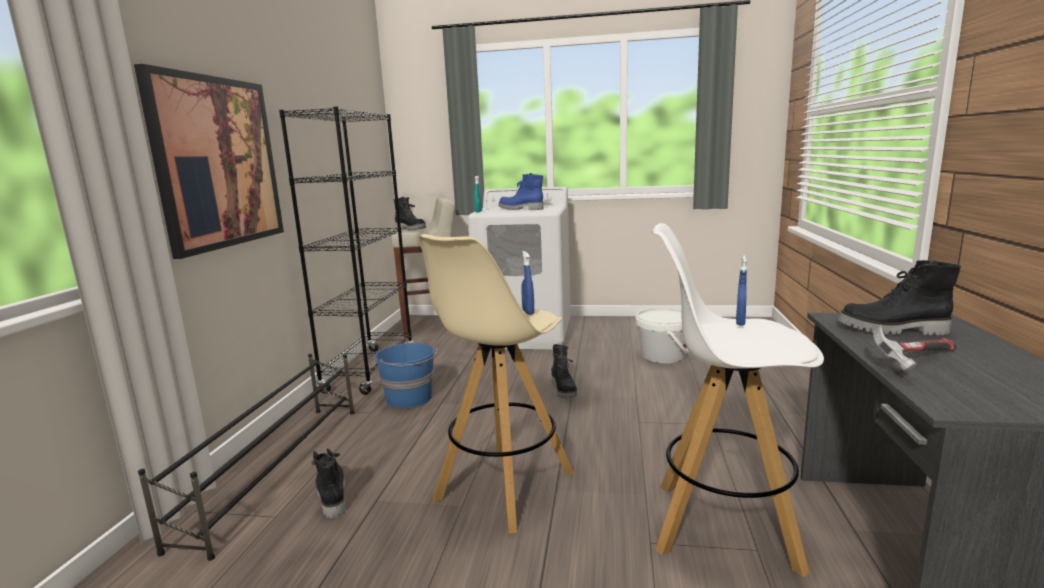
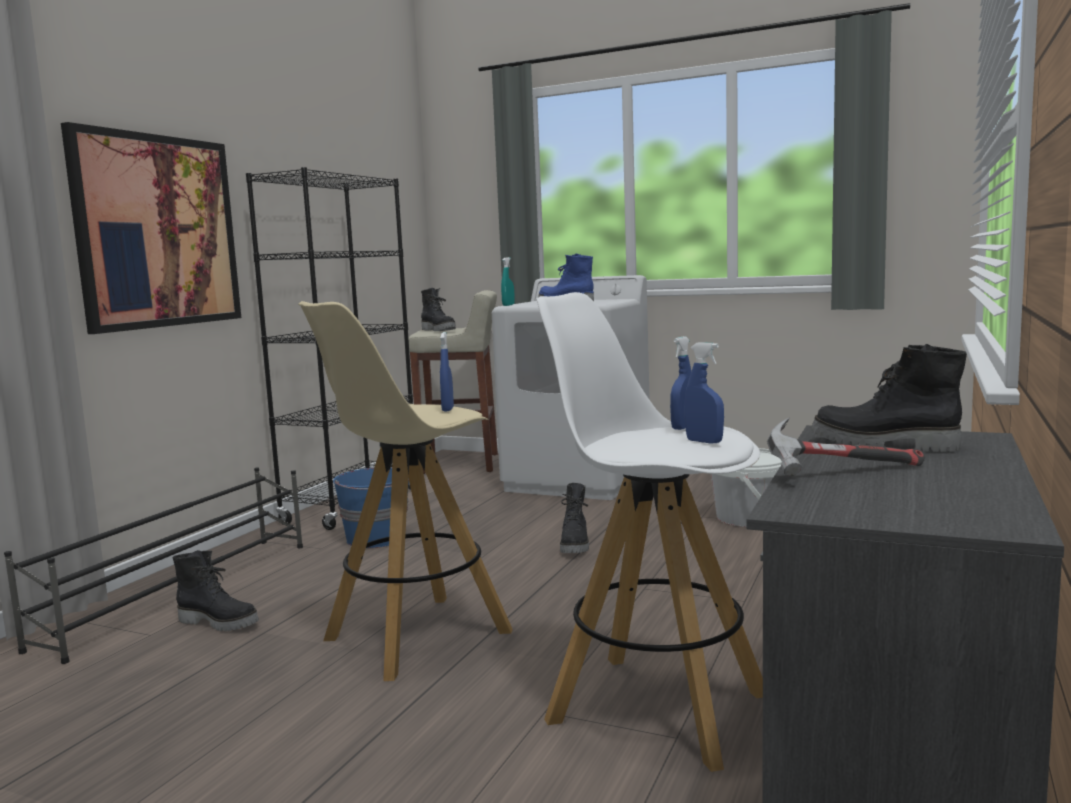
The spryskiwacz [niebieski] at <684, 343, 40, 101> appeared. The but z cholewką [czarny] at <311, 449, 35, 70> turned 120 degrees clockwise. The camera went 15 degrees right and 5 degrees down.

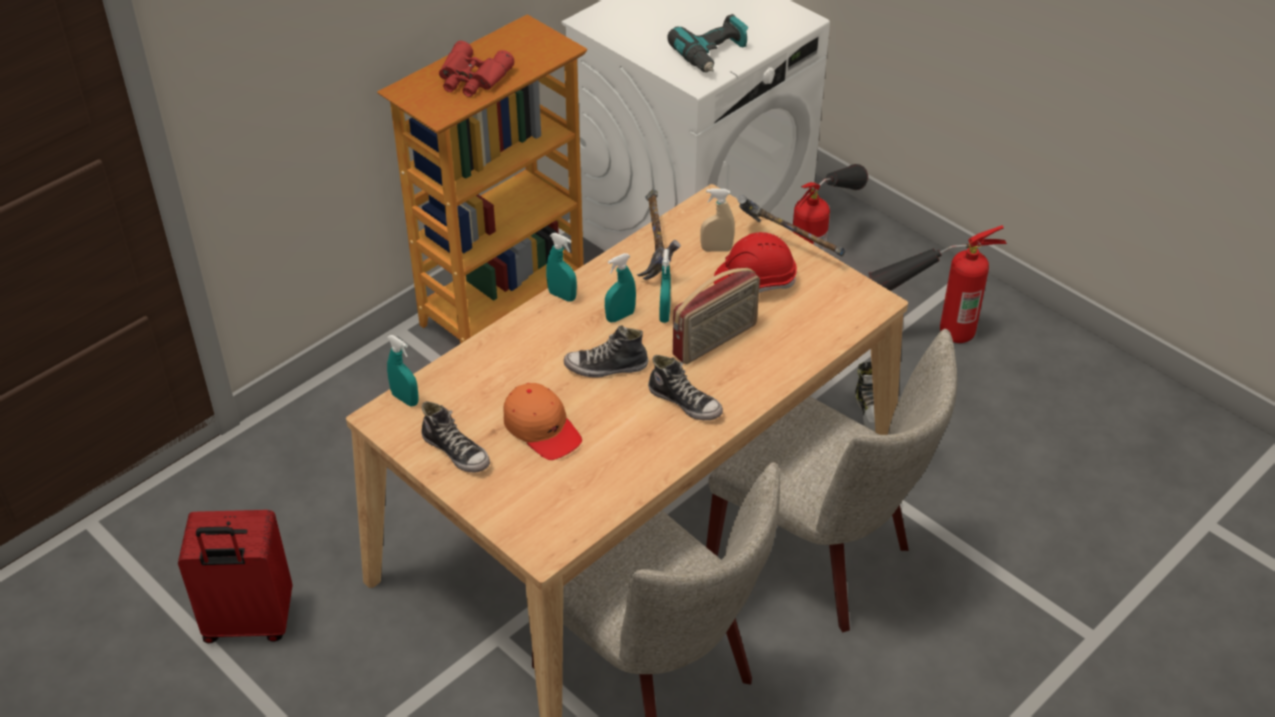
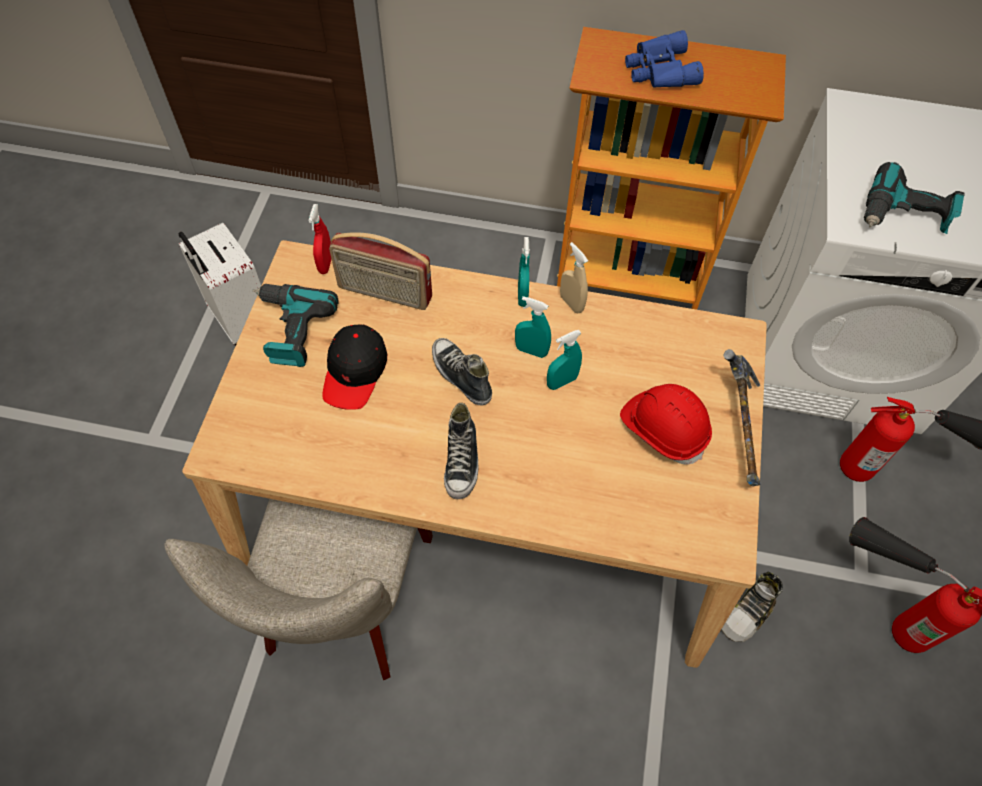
The młotek at <637, 189, 44, 91> disappeared. The krzesło [beżowy] at <706, 329, 251, 303> disappeared. The radio moved from <673, 267, 87, 97> to <329, 232, 103, 78>. The spryskiwacz [beżowy] moved from <700, 189, 35, 63> to <560, 242, 28, 71>. The but at <421, 401, 69, 71> was replaced by the wiertarka at <252, 284, 87, 83>. The walizka [czerwony] at <178, 510, 115, 133> became the walizka [biały] at <179, 223, 82, 122>. The spryskiwacz [turkusowy] at <387, 335, 32, 72> became the spryskiwacz [czerwony] at <308, 204, 23, 70>. The lornetka [czerwony] at <439, 41, 75, 56> became the lornetka [niebieski] at <625, 30, 79, 58>. The czapka z daszkiem [pomarańczowy] at <504, 383, 78, 77> became the czapka z daszkiem [czarny] at <322, 324, 65, 86>. The camera went 55 degrees right and 15 degrees up.

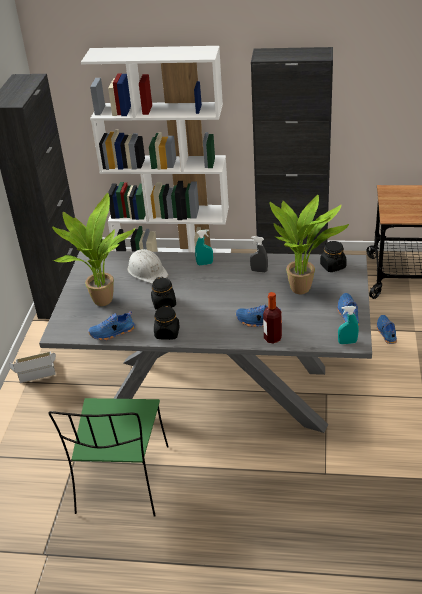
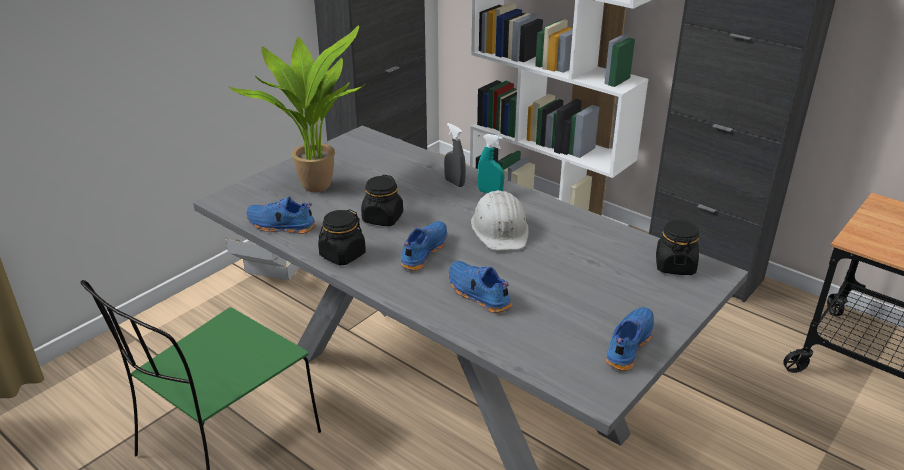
The butelka at <263, 292, 19, 51> disappeared. The roślina doniczkowa at <270, 195, 79, 99> disappeared. The spryskiwacz [turkusowy] at <338, 306, 21, 39> disappeared. The kask [biały] moved from <127, 249, 41, 35> to <471, 190, 58, 61>. The spryskiwacz [szary] moved from <250, 236, 18, 37> to <444, 123, 22, 64>. The but [niebieski] moved from <377, 315, 20, 29> to <401, 221, 46, 50>. The camera went 30 degrees right and 5 degrees down.

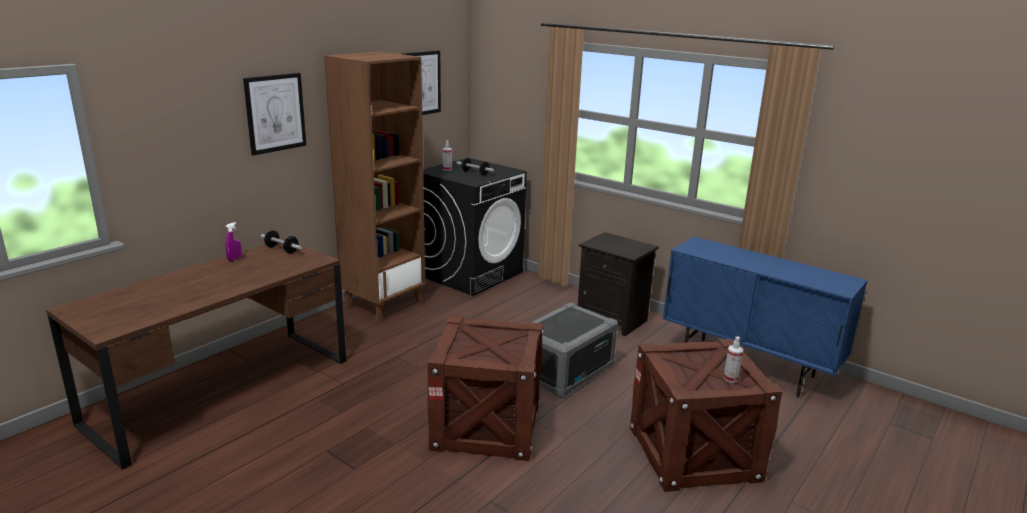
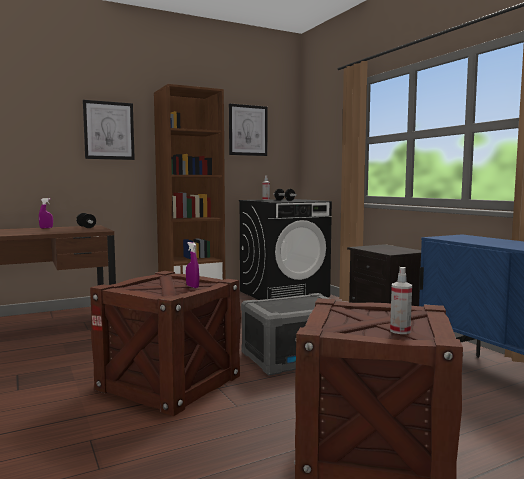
The spryskiwacz [fioletowy] at <186, 242, 13, 46> appeared. The camera went 25 degrees right and 15 degrees down.

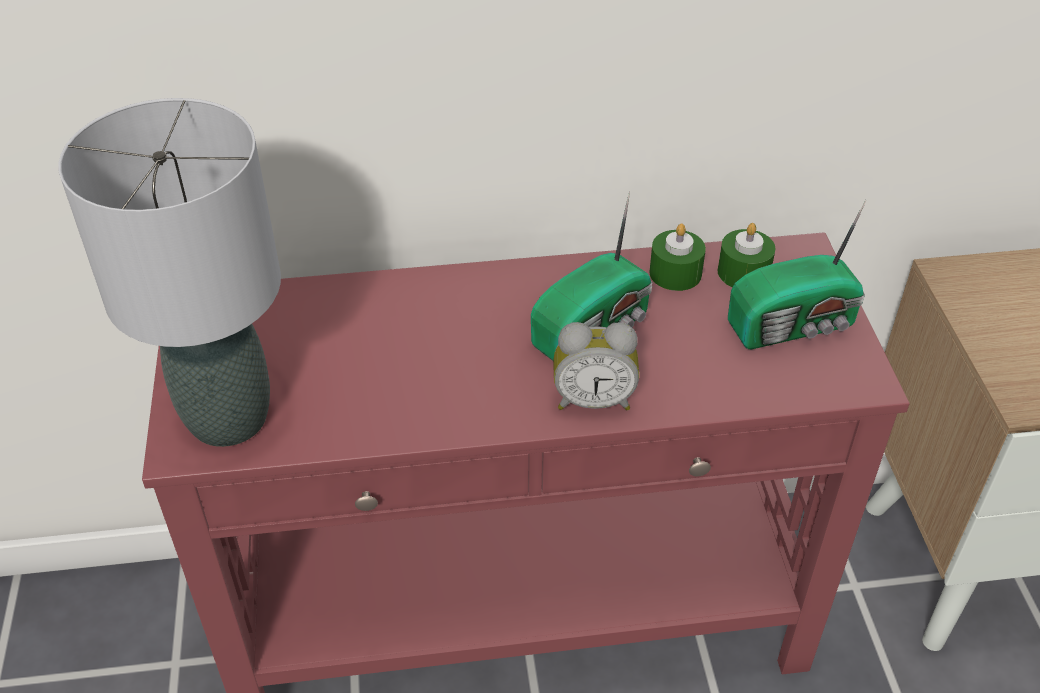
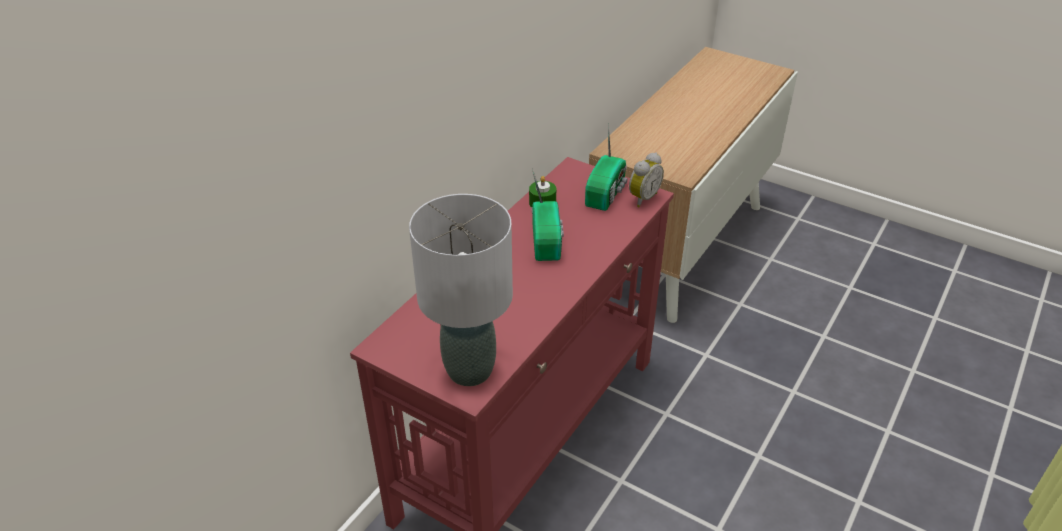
The świeca [zielony] at <718, 223, 57, 64> disappeared. The budzik moved from <553, 322, 86, 88> to <629, 152, 35, 55>. The camera went 50 degrees left and 5 degrees down.

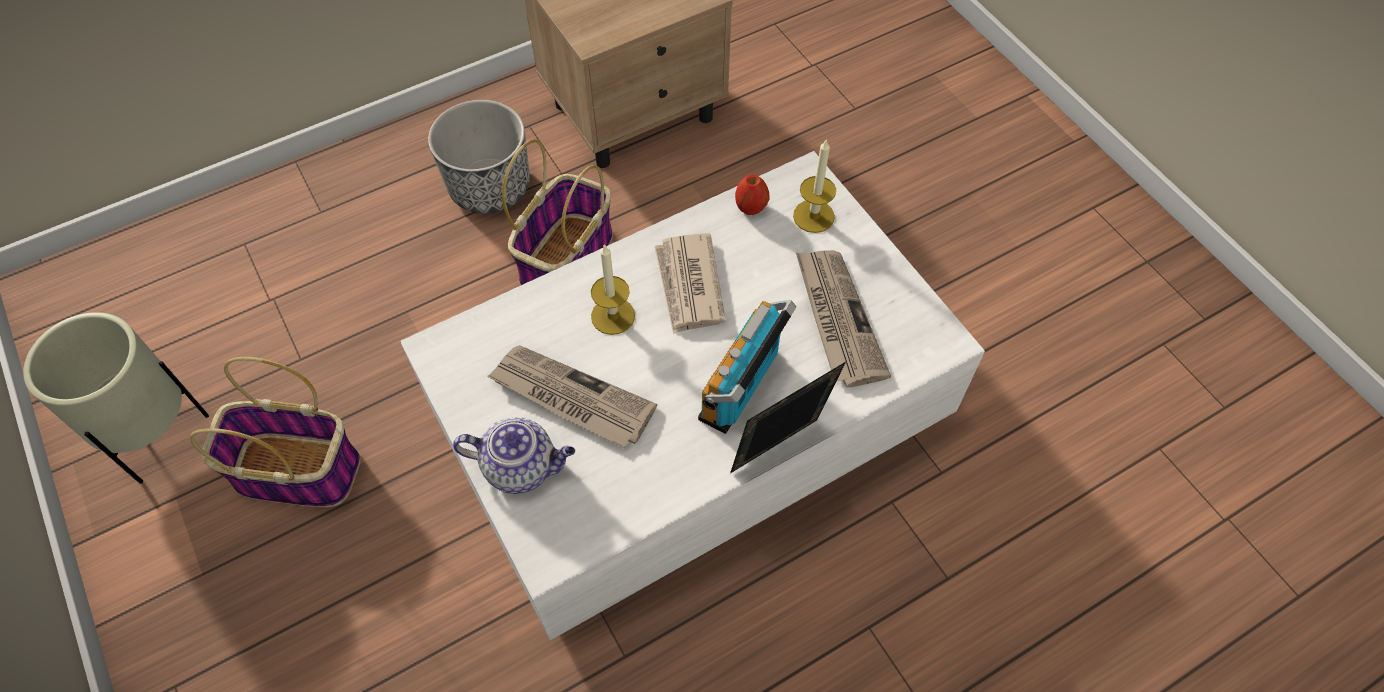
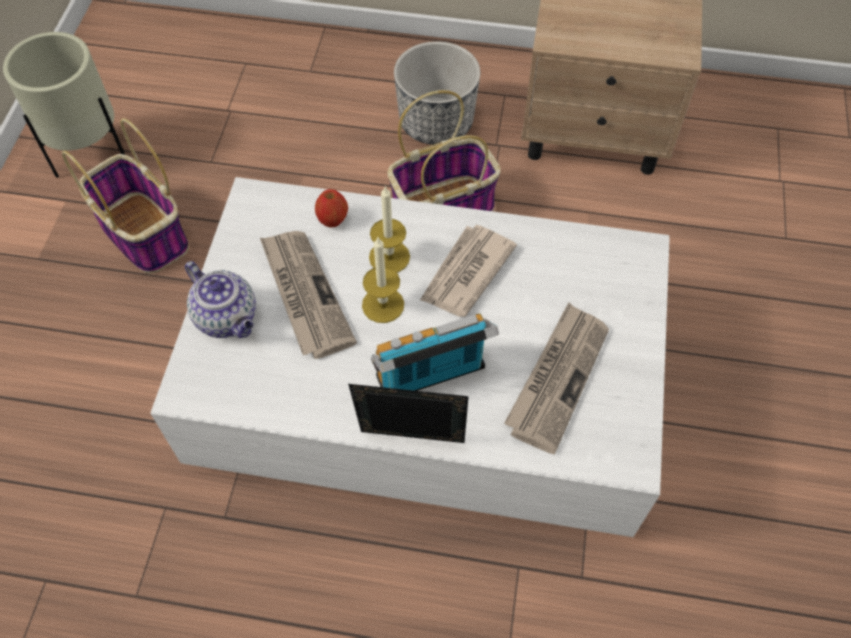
The jabłko moved from <735, 175, 34, 40> to <315, 189, 33, 39>. The świeca moved from <793, 139, 43, 94> to <362, 237, 42, 86>. The camera went 40 degrees right and 0 degrees up.

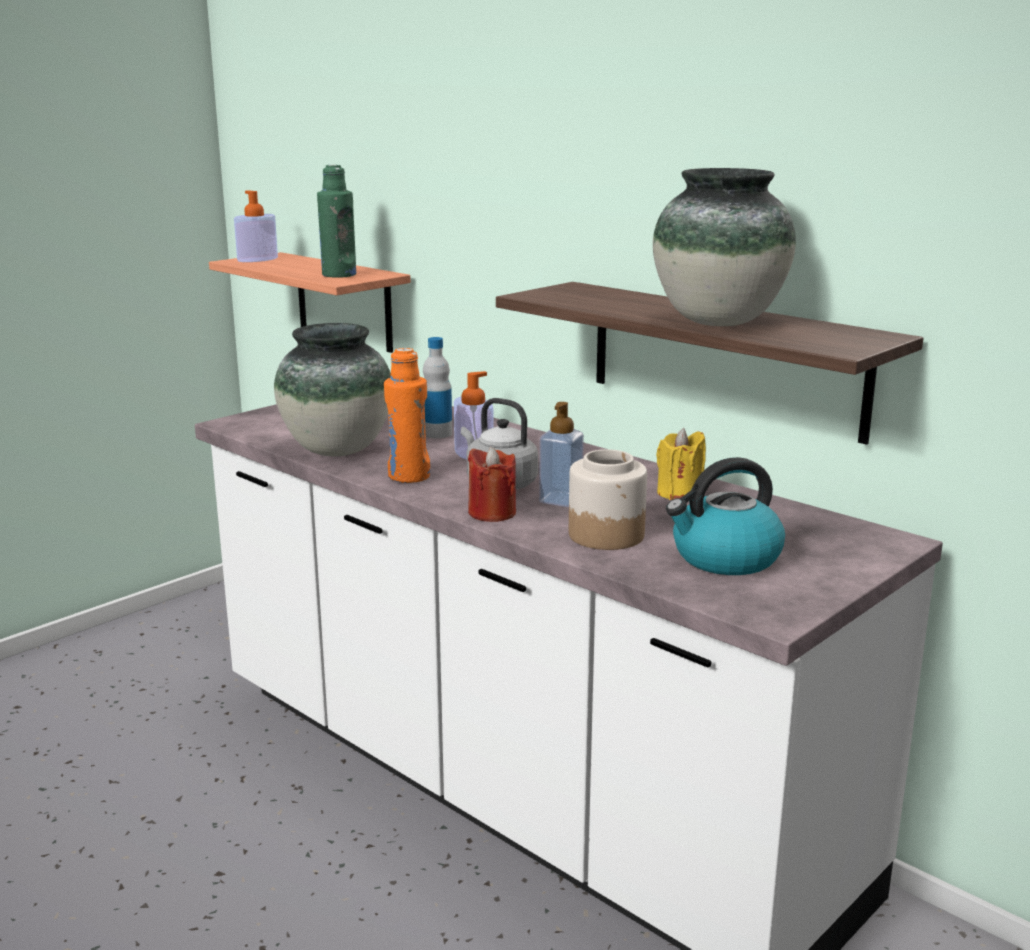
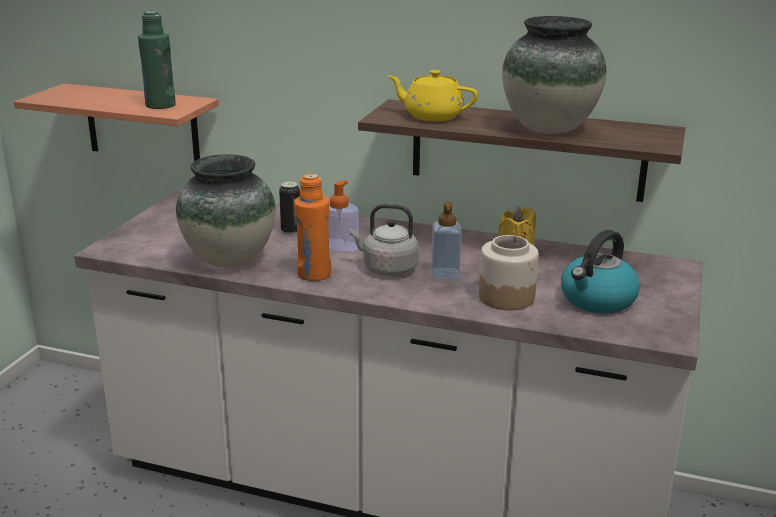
The dozownik mydła at <234, 190, 44, 72> disappeared. The świeca [czerwony] at <468, 447, 48, 75> disappeared. The imbryk [żółty] at <388, 70, 90, 51> appeared. The butelka at <423, 337, 29, 101> was replaced by the puszka at <279, 181, 21, 54>. The camera went 25 degrees left and 5 degrees up.

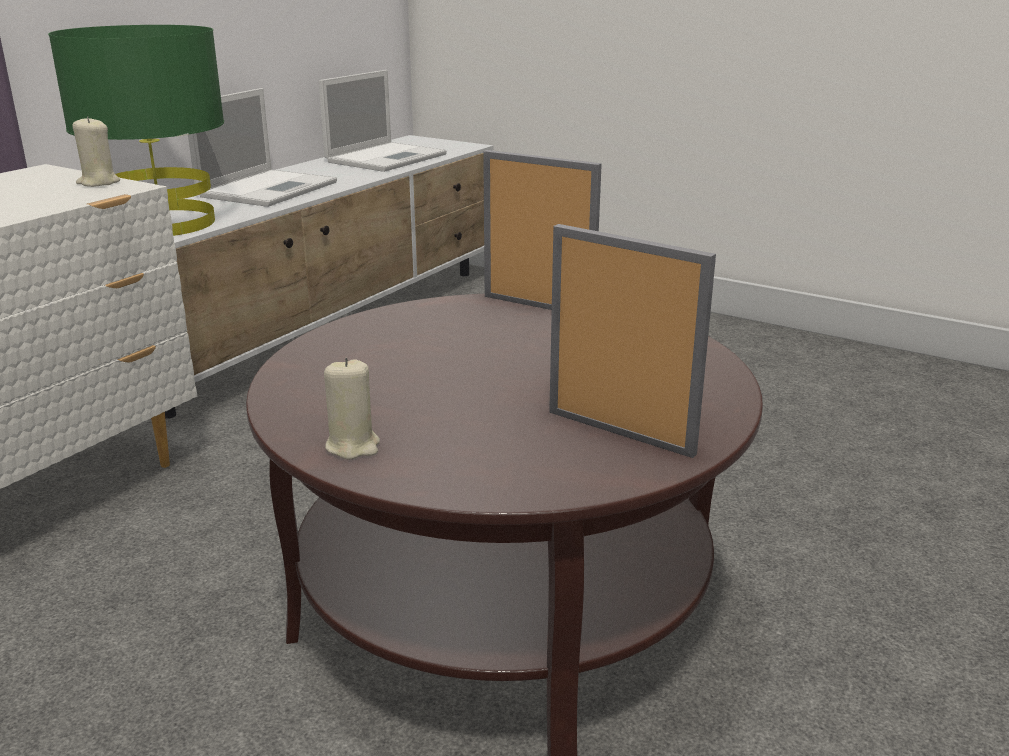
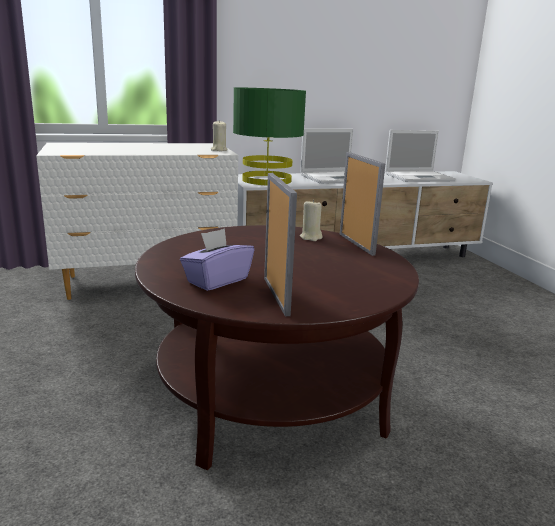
The pudełko chusteczek [fioletowy] at <180, 228, 74, 63> appeared. The świeca [beżowy] moved from <324, 358, 56, 102> to <300, 199, 22, 42>. The camera went 40 degrees right and 5 degrees down.

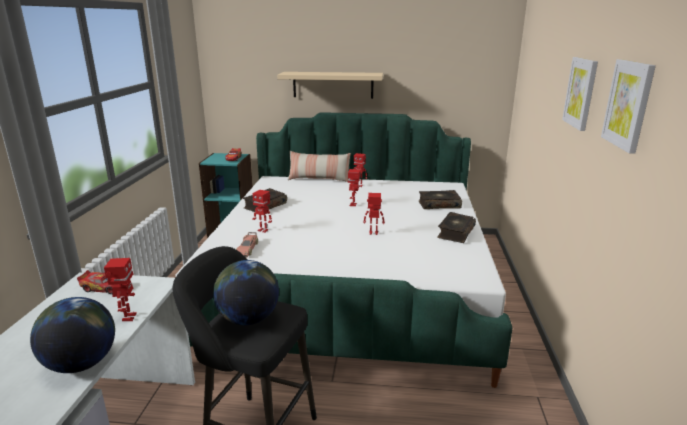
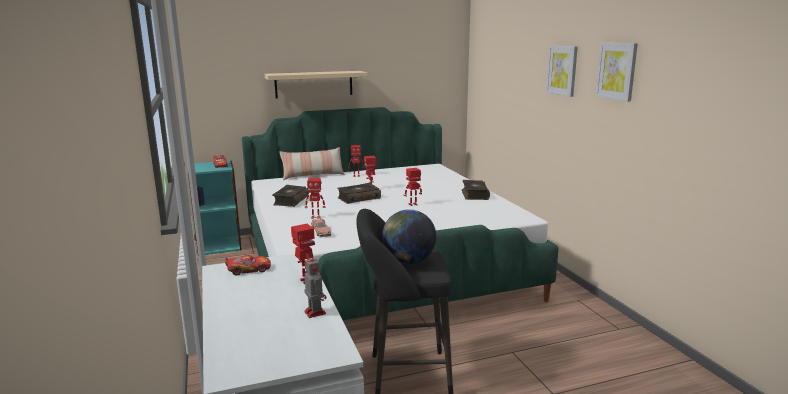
The książka moved from <419, 190, 43, 19> to <338, 183, 43, 21>. The globus at <30, 297, 85, 76> was replaced by the robot zabawkowy at <304, 253, 22, 65>. The camera went 25 degrees left and 5 degrees down.

